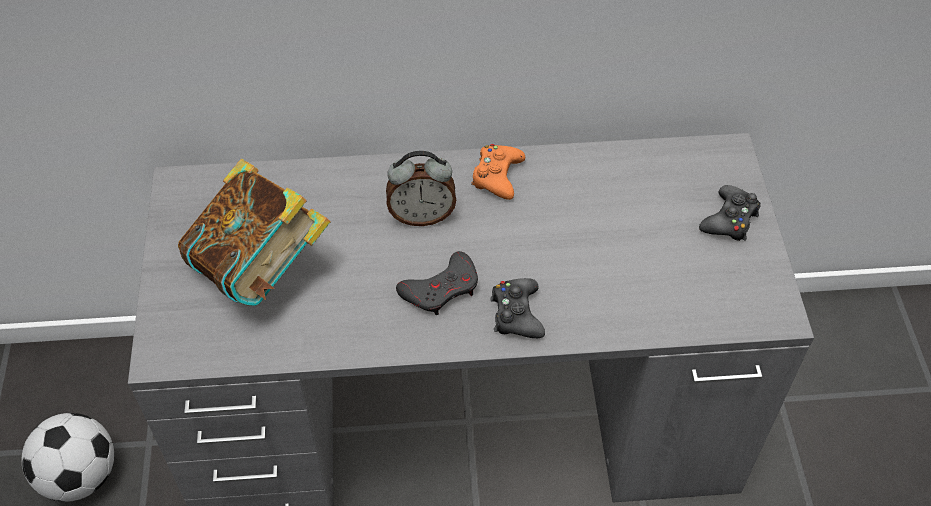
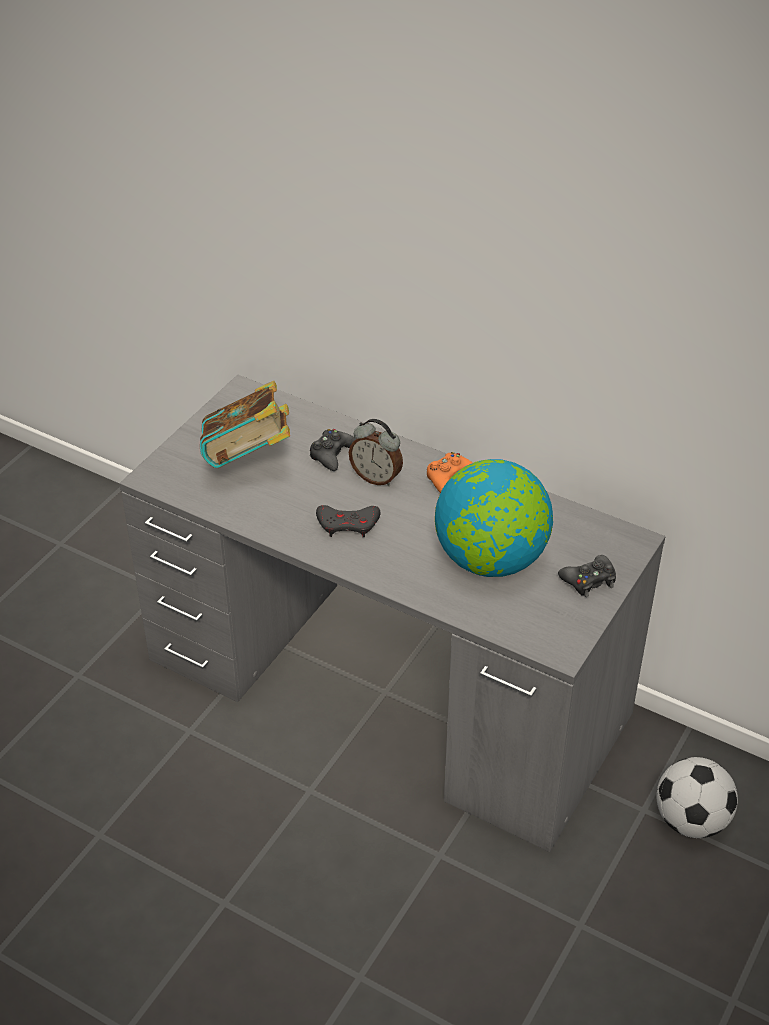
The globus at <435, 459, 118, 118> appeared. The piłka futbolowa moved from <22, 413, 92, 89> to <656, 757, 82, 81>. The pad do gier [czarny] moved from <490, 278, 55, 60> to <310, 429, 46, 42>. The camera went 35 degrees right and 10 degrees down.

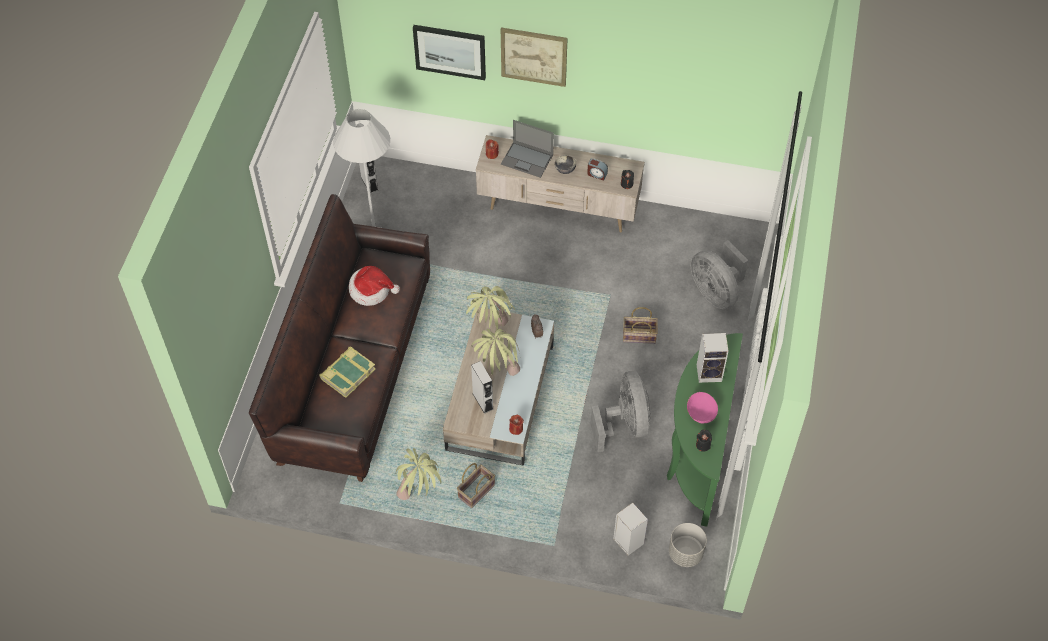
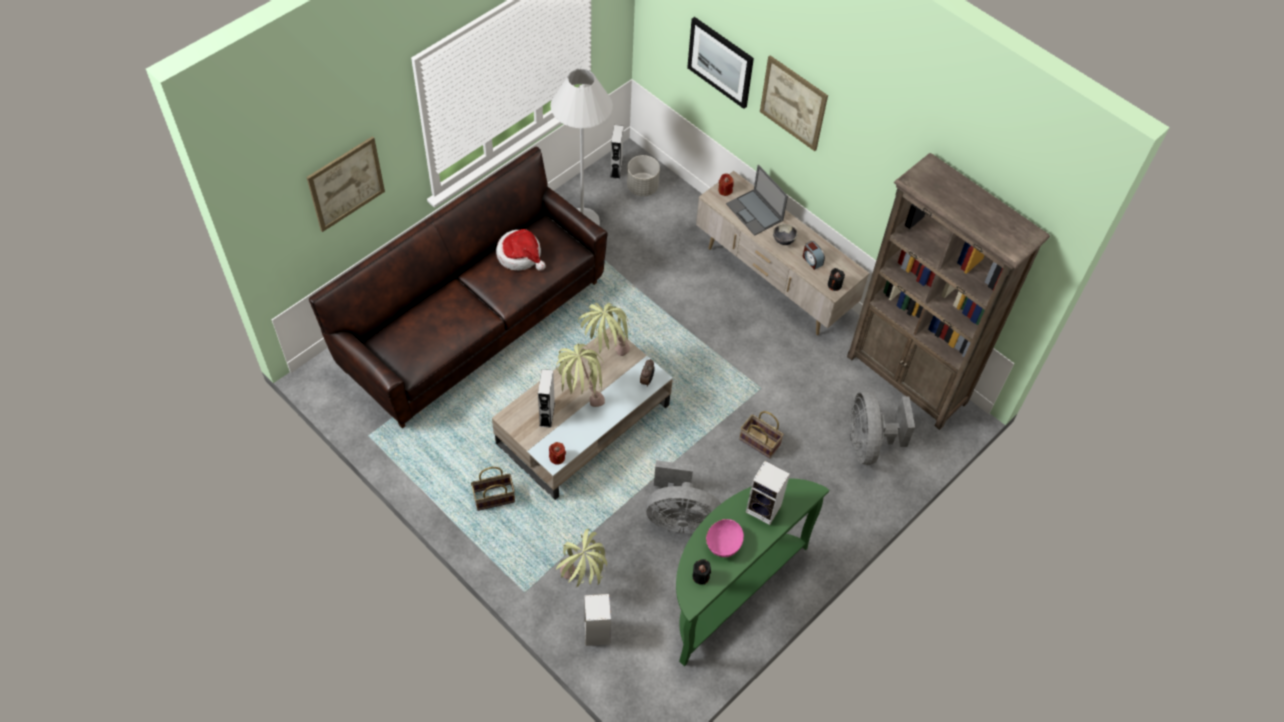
The książka at <320, 347, 56, 51> disappeared. The obraz at <307, 136, 78, 96> appeared. The regał [brązowy] at <847, 153, 203, 277> appeared. The roślina doniczkowa moved from <396, 448, 45, 52> to <556, 529, 51, 58>. The donica [szary] moved from <669, 523, 38, 44> to <627, 155, 33, 41>. The wentylator [szary] at <590, 371, 61, 81> turned 75 degrees clockwise. The camera went 30 degrees right and 0 degrees up.

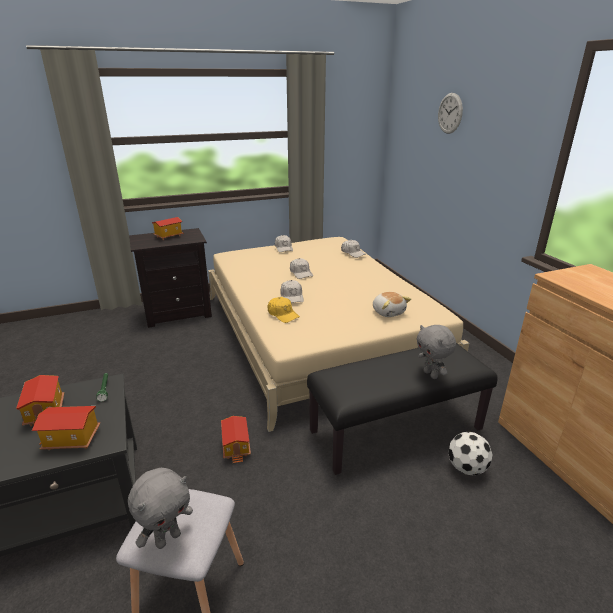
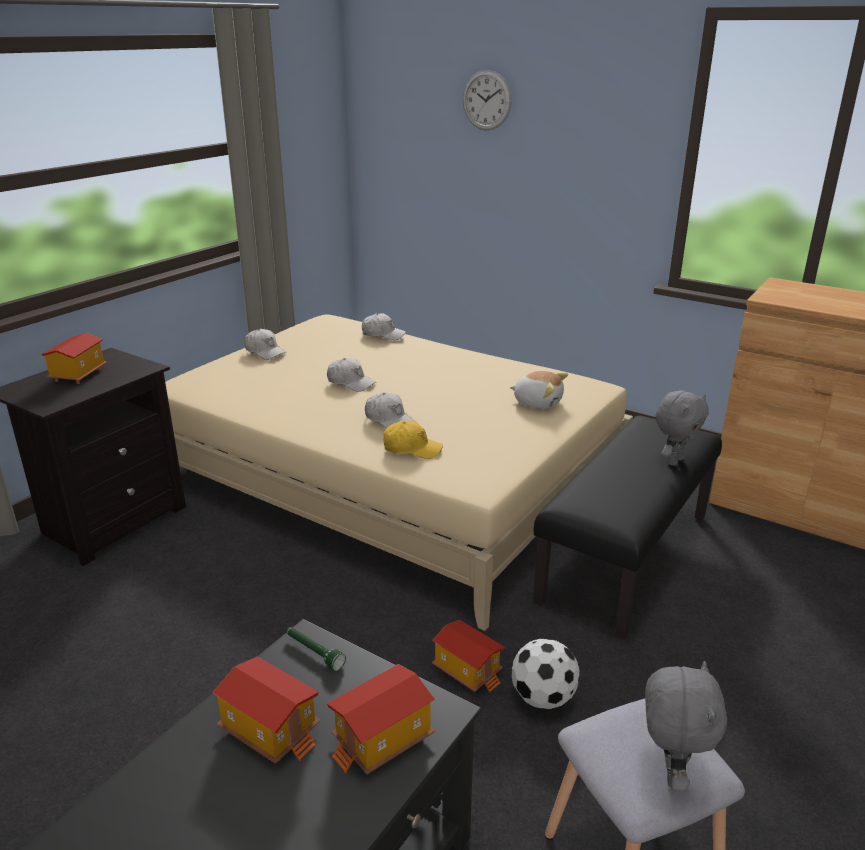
The piłka futbolowa moved from <448, 432, 44, 43> to <511, 639, 69, 70>. The pluszak [szary] at <417, 325, 39, 54> turned 75 degrees counterclockwise. The camera went 35 degrees left and 0 degrees up.

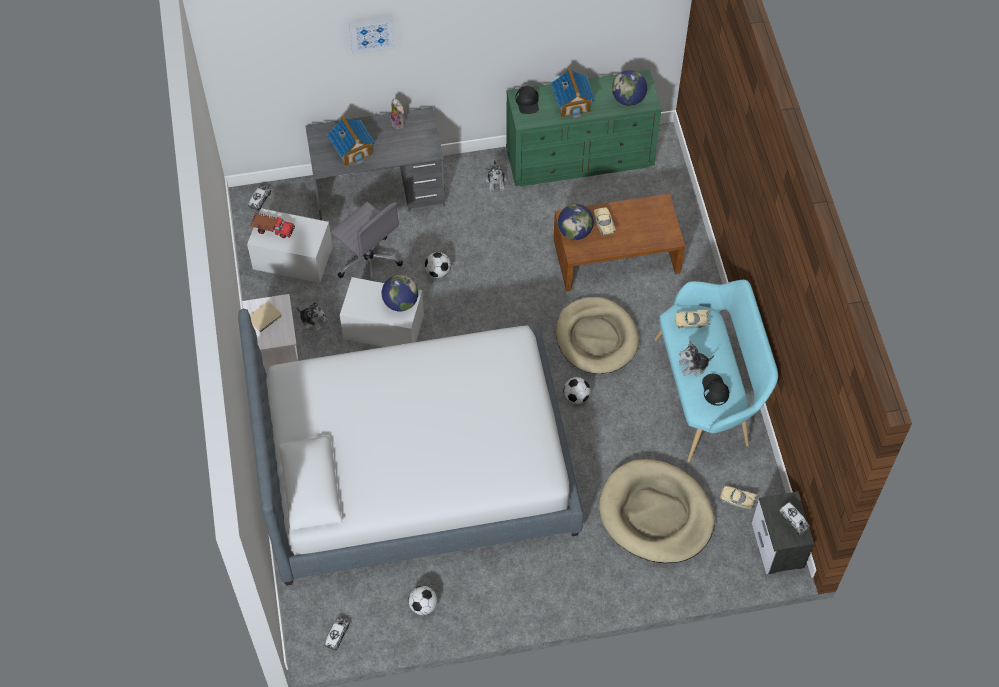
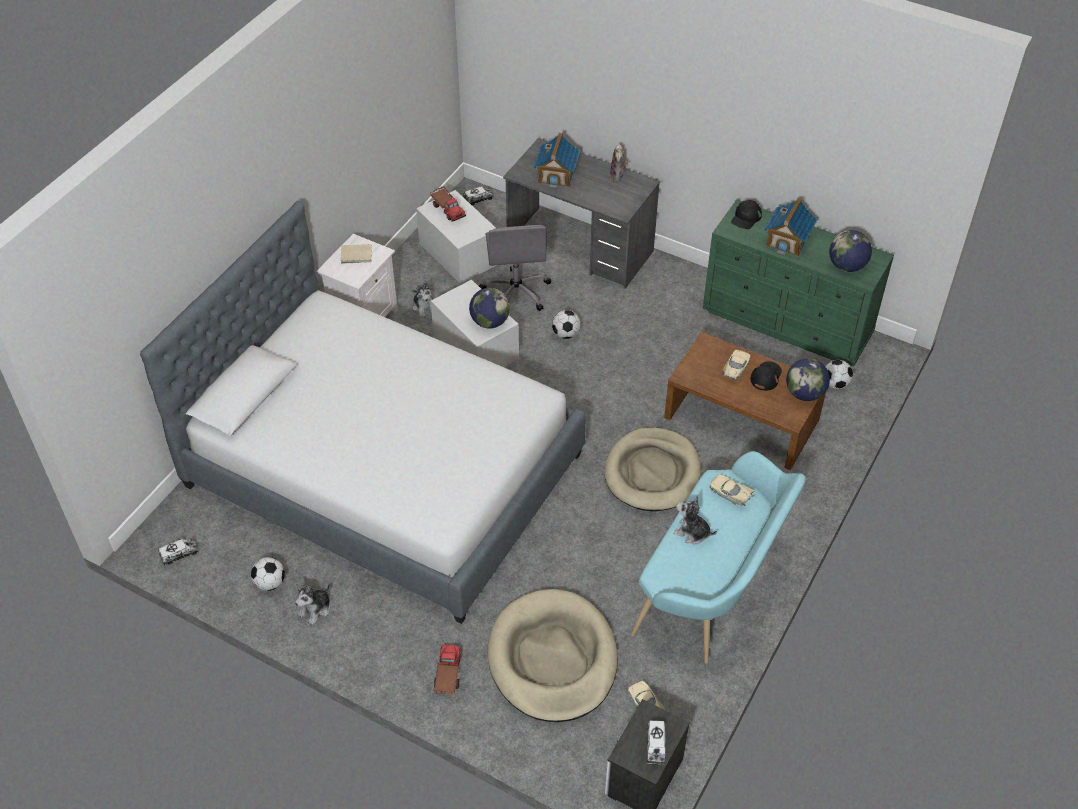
The obraz at <349, 16, 47, 39> disappeared. The ciężarówka zabawkowa at <434, 645, 27, 50> appeared. The pluszak moved from <485, 161, 22, 31> to <295, 583, 35, 42>. The globus moved from <558, 204, 36, 36> to <786, 358, 44, 43>. The piłka futbolowa moved from <563, 377, 28, 27> to <825, 360, 28, 29>. The czapka z daszkiem [czarny] moved from <702, 374, 27, 32> to <750, 361, 32, 30>. The camera went 40 degrees right and 10 degrees down.

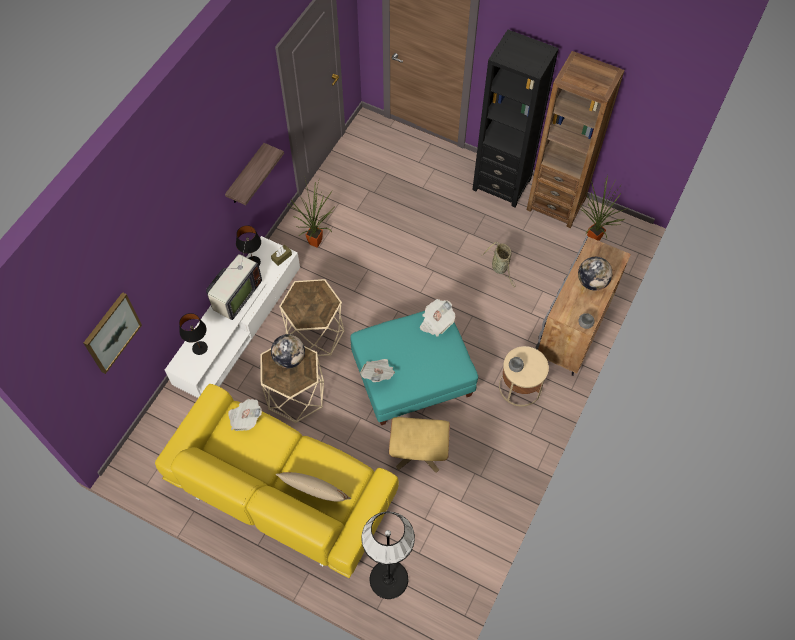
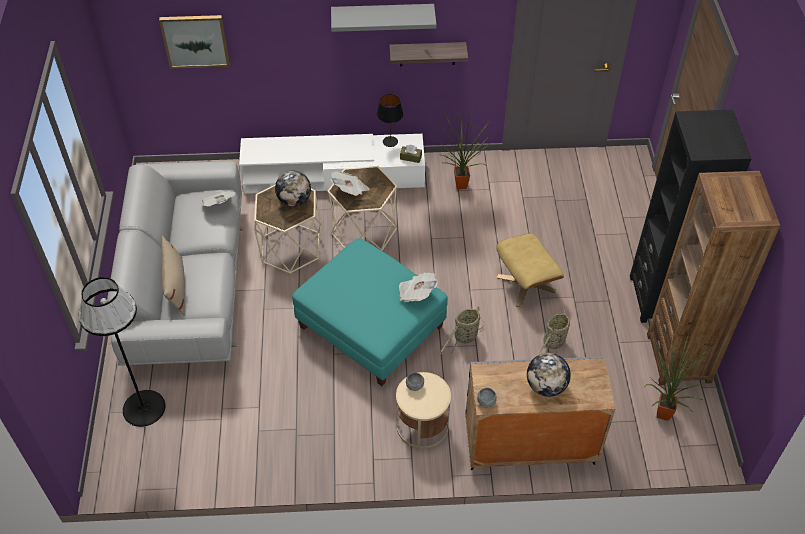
The lampa stołowa [czarny] at <179, 313, 29, 42> disappeared. The telewizor at <206, 240, 56, 80> disappeared. The półka [szary] at <331, 4, 106, 28> appeared. The koszyk at <440, 307, 44, 50> appeared. The gazeta moved from <360, 359, 35, 23> to <330, 171, 40, 25>. The pufa [beżowy] moved from <389, 417, 61, 56> to <496, 233, 68, 74>. The kanapa [żółty] at <155, 384, 244, 194> became the kanapa [szary] at <107, 161, 137, 205>. The camera went 60 degrees right and 10 degrees down.

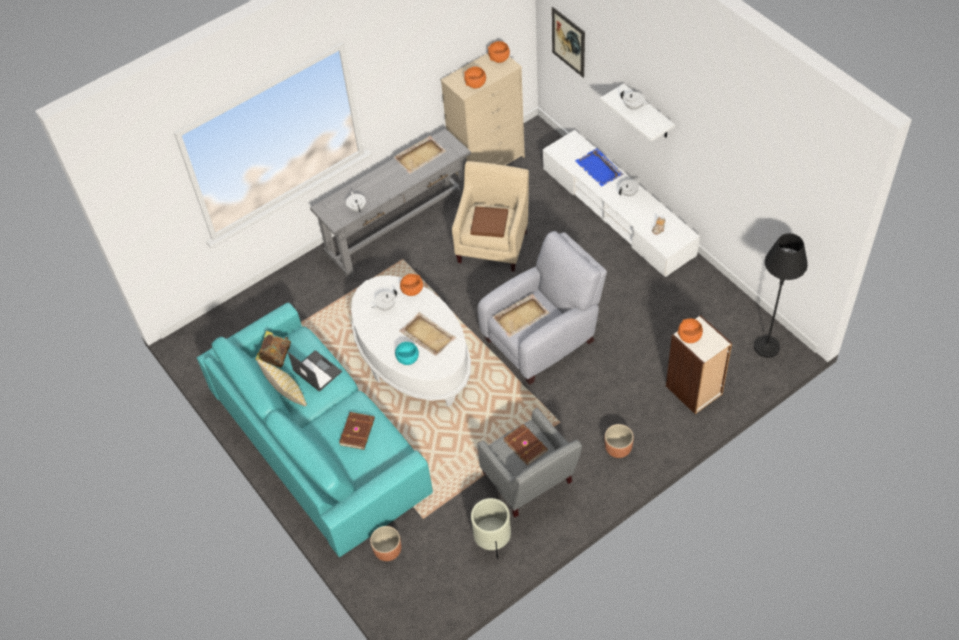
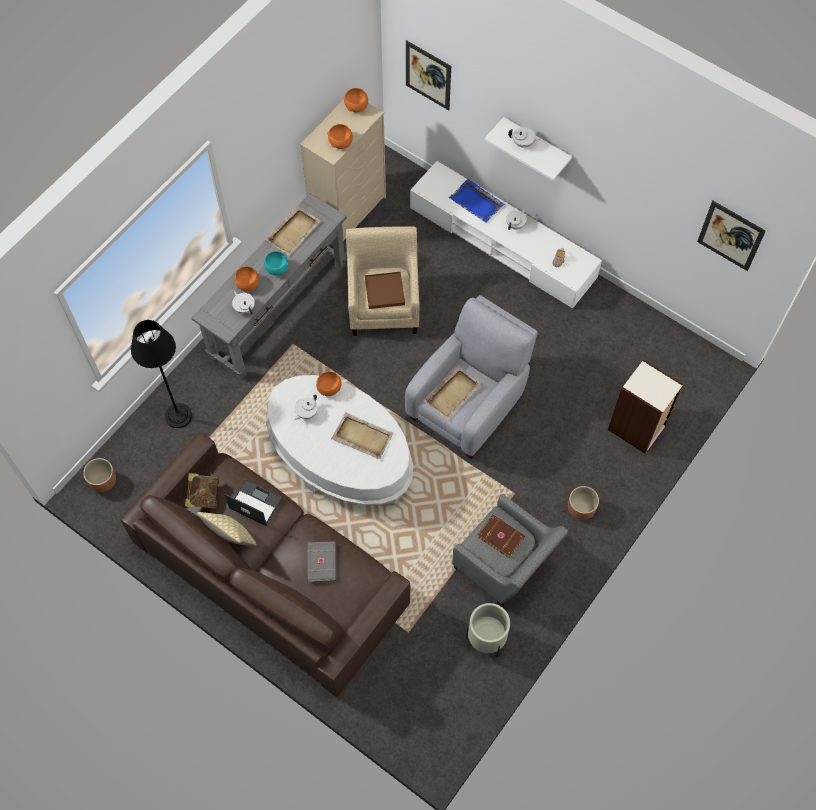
The obraz at <697, 201, 69, 70> appeared. The donica [brązowy] moved from <370, 526, 31, 35> to <83, 458, 33, 34>. The miska [turkusowy] moved from <395, 342, 24, 23> to <264, 251, 25, 24>. The miska [pomarańczowy] moved from <678, 318, 25, 25> to <235, 266, 24, 26>. The lampa stojąca [czarny] moved from <754, 233, 54, 125> to <131, 320, 61, 108>. The kanapa [turkusowy] at <197, 303, 236, 254> became the kanapa [brązowy] at <120, 432, 290, 265>. The książka [brązowy] at <339, 412, 36, 38> became the książka [szary] at <307, 541, 29, 41>. The camera went 20 degrees left and 10 degrees up.

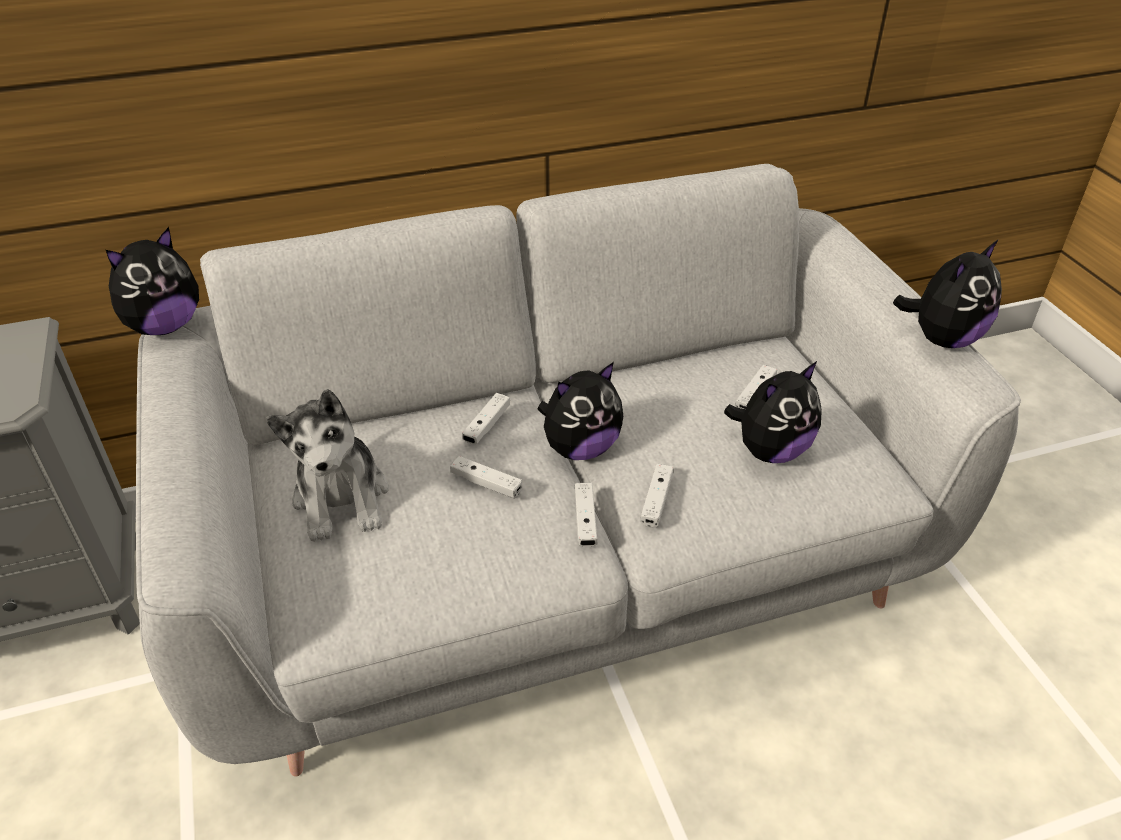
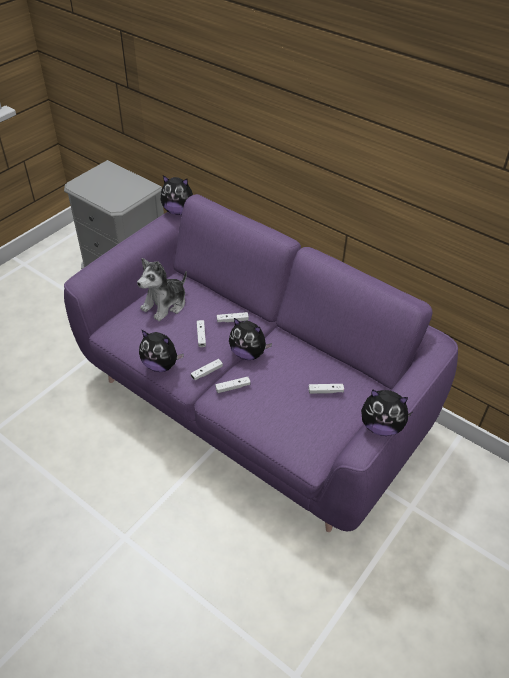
The pluszak moved from <724, 361, 98, 102> to <139, 330, 45, 42>. The kanapa [szary] at <136, 164, 885, 613> became the kanapa [fioletowy] at <64, 194, 394, 338>. The camera went 55 degrees right and 5 degrees up.

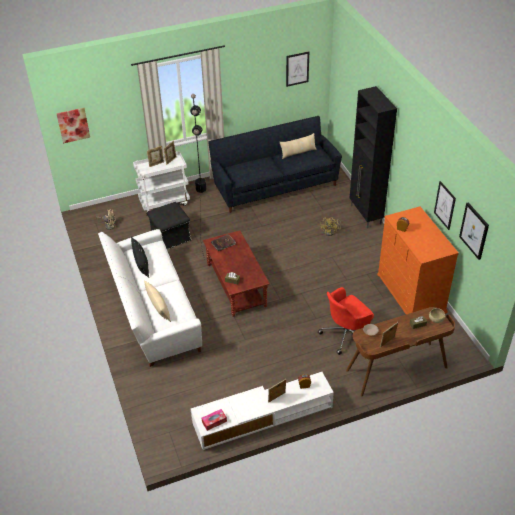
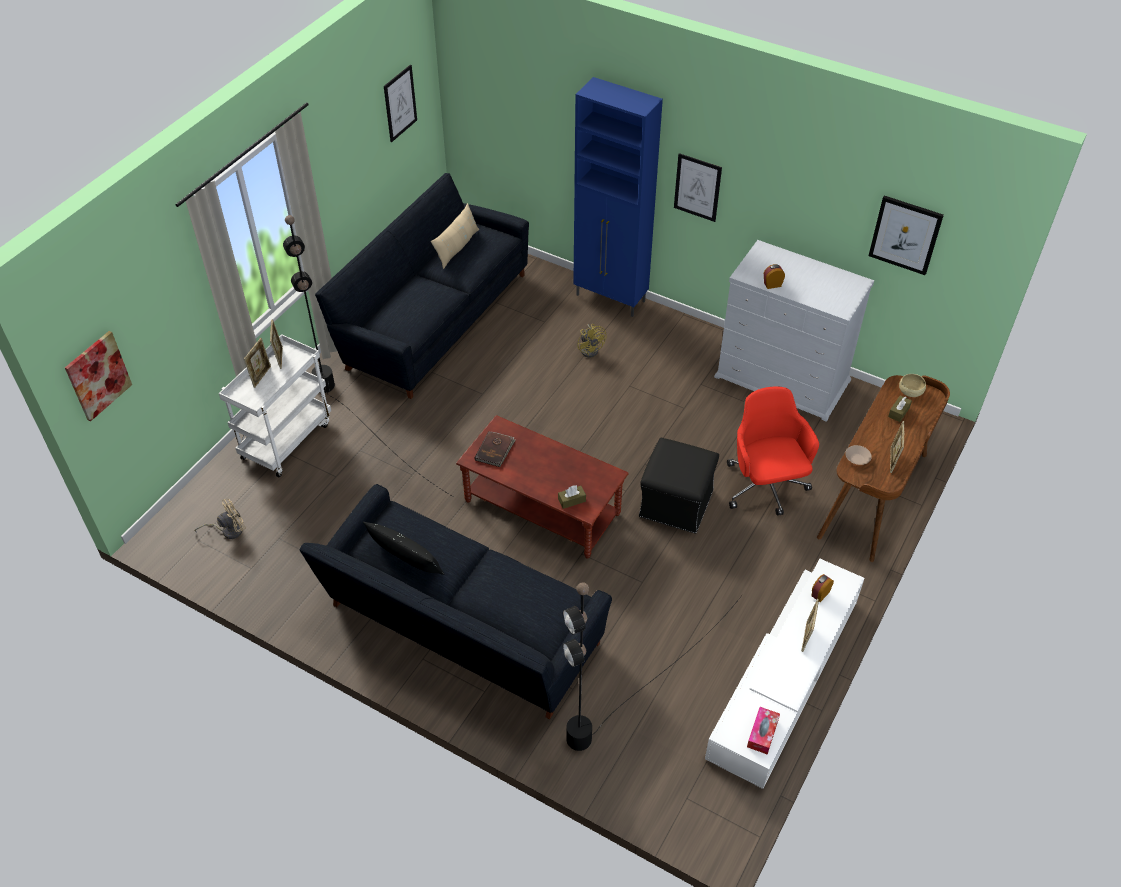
The poduszka [beżowy] at <144, 280, 27, 42> disappeared. The lampa stojąca [czarny] at <563, 582, 180, 169> appeared. The pufa [czarny] moved from <147, 202, 44, 47> to <639, 438, 80, 96>. The obraz moved from <434, 181, 22, 49> to <674, 153, 48, 69>. The kanapa [biały] at <98, 229, 104, 138> became the kanapa [czarny] at <299, 484, 313, 235>. The szafka [czarny] at <350, 86, 47, 142> became the szafka [niebieski] at <573, 77, 90, 240>. The komoda [pomarańczowy] at <377, 207, 82, 107> became the komoda [biały] at <714, 240, 160, 182>. The krzesło biurowe [czerwony] at <318, 287, 56, 68> turned 150 degrees clockwise. The camera went 40 degrees left and 5 degrees up.

